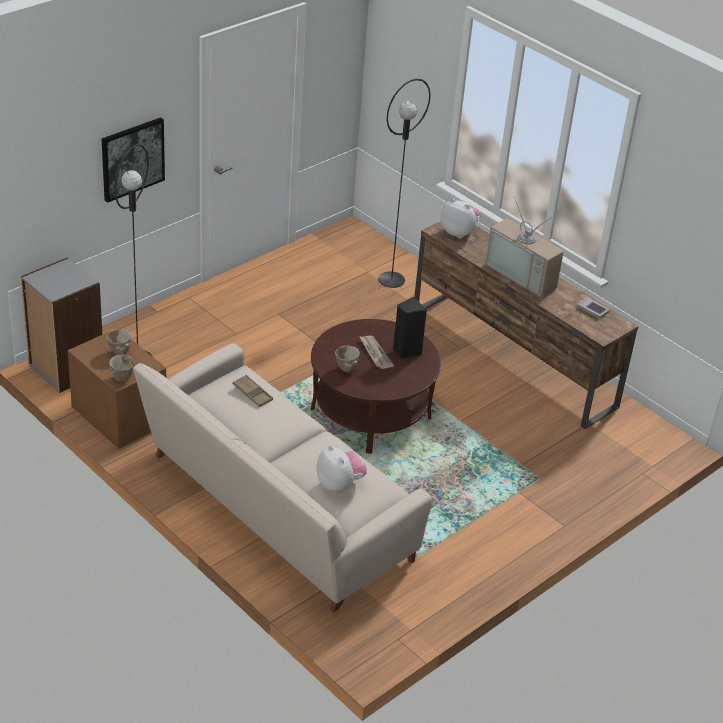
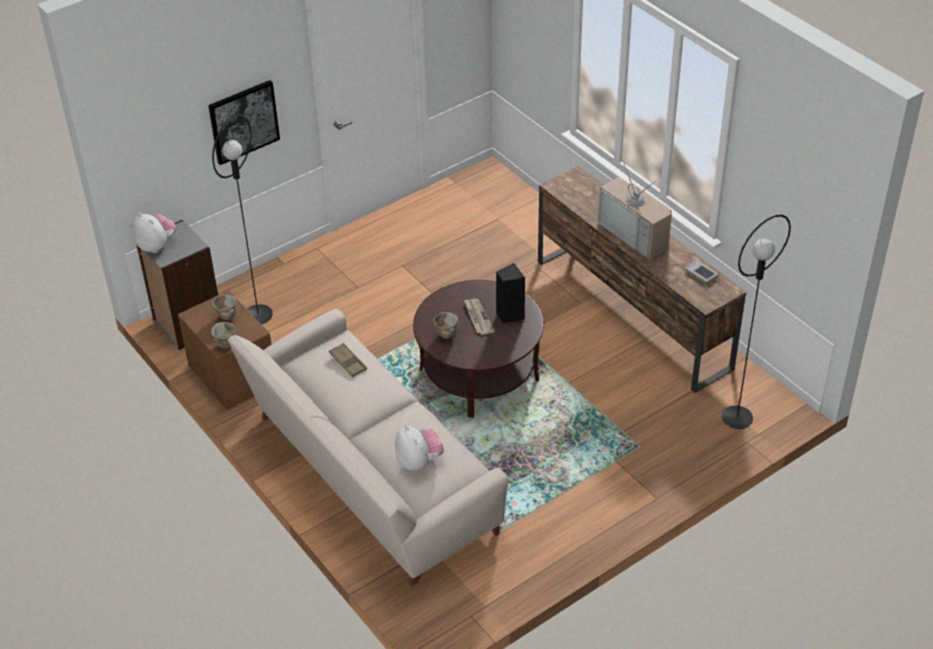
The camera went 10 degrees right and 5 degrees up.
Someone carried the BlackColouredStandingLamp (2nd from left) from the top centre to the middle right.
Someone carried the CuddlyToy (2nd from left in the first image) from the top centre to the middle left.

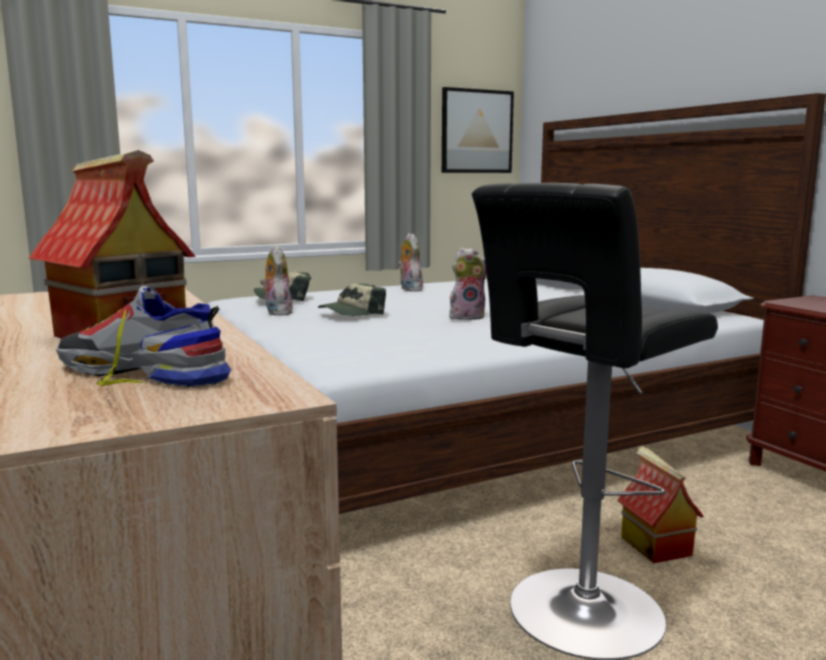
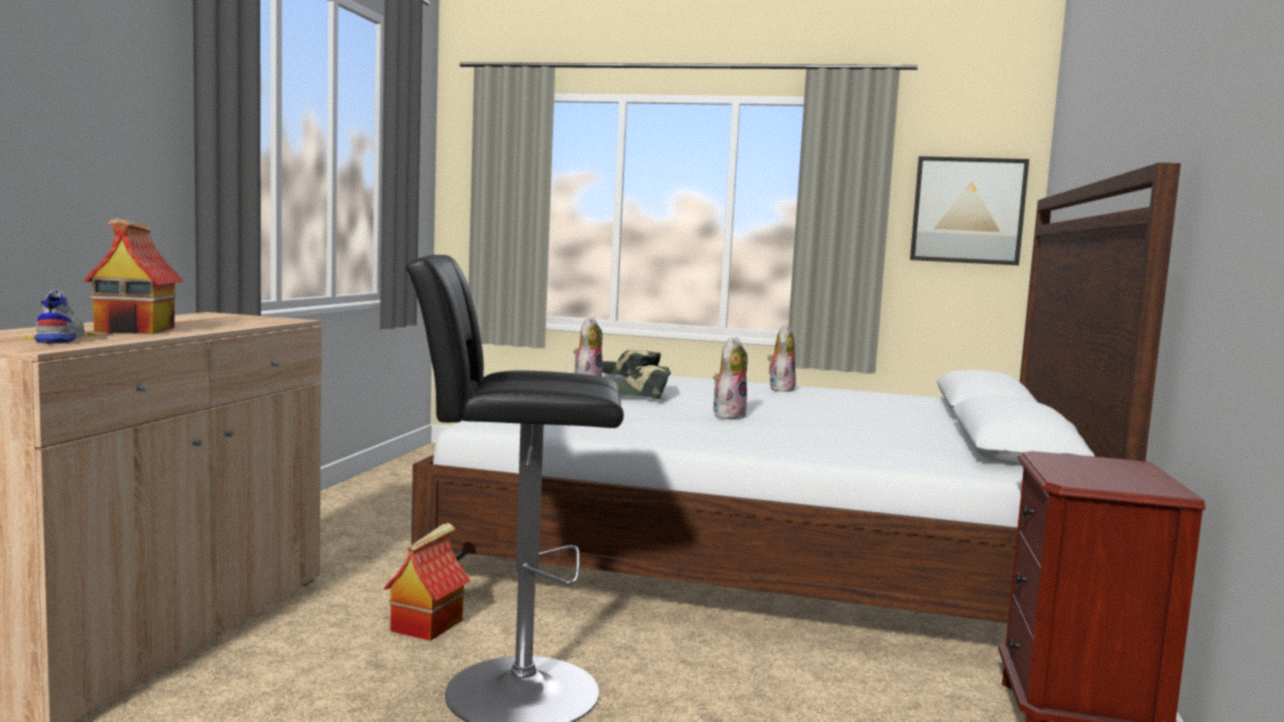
The camera went 40 degrees right and 5 degrees down.
Someone rotated the CuddlyToy (3rd from left in the first image) at the centre by 90 degrees counterclockwise.
Someone carried the MiniatureHouse (2nd from left) from the bottom right to the bottom left.

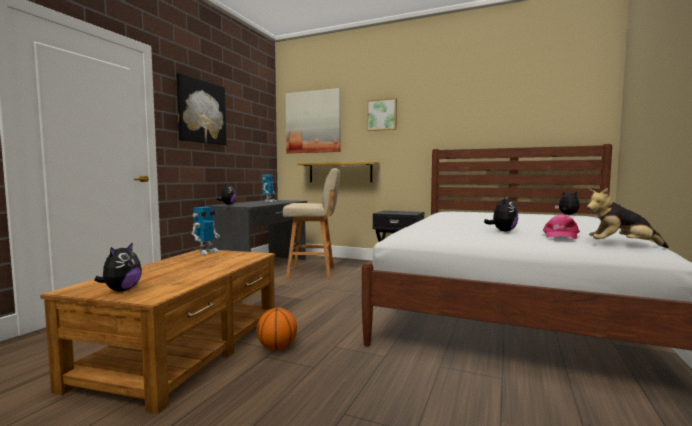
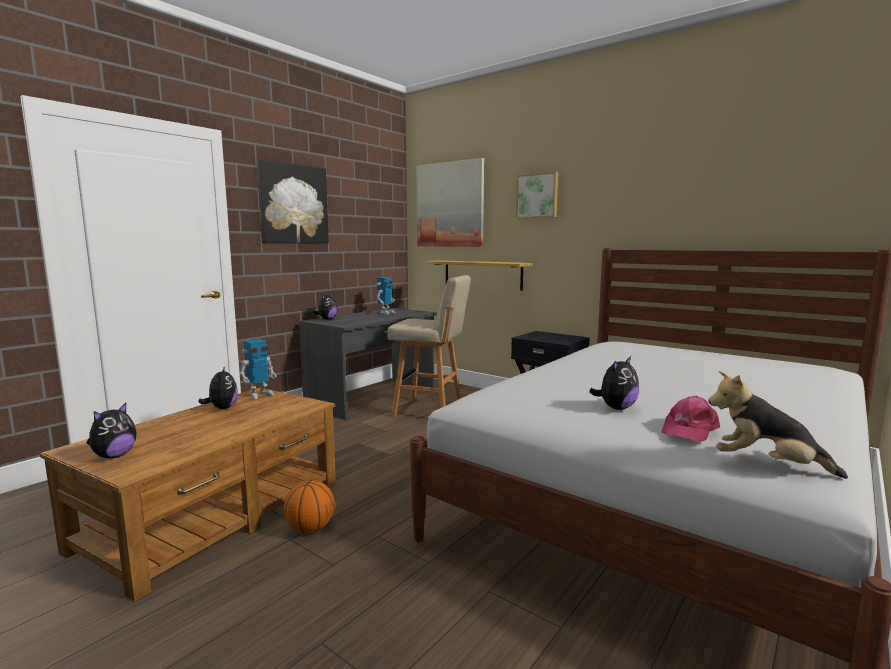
The camera went 15 degrees right and 5 degrees up.
Someone carried the CuddlyToy (4th from left in the first image) from the middle right to the middle left.

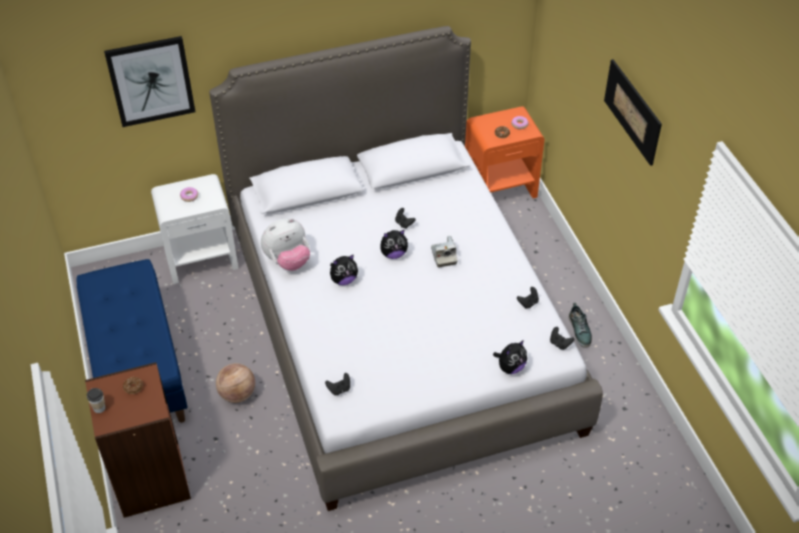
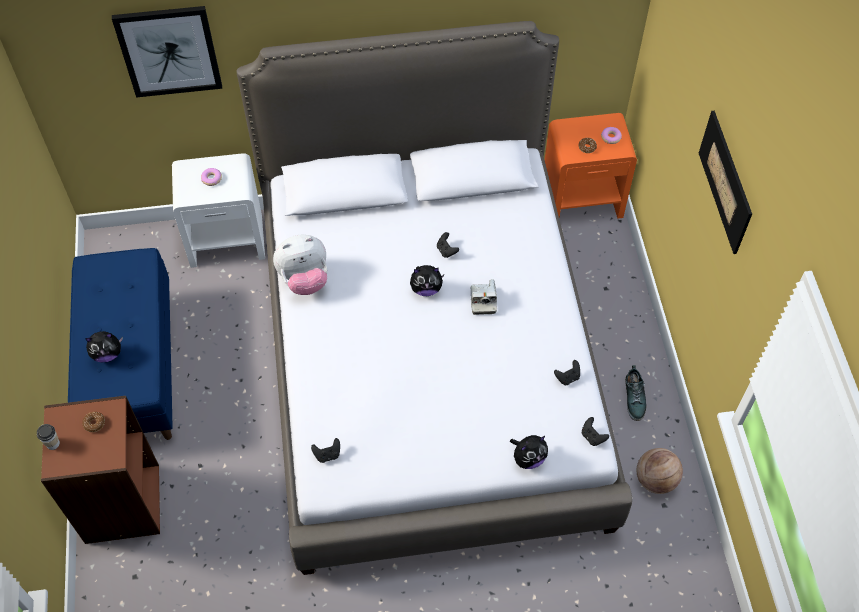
The camera went 10 degrees right and 10 degrees up.
Someone carried the BasketballBall from the bottom left to the bottom right.
Someone carried the CuddlyToy (2nd from left in the first image) from the centre to the middle left.

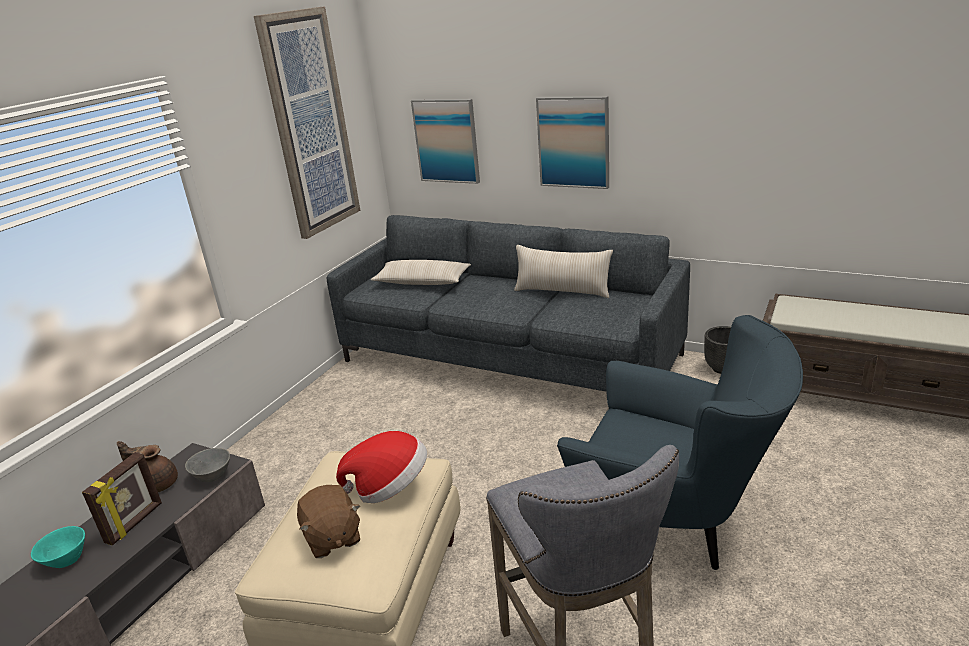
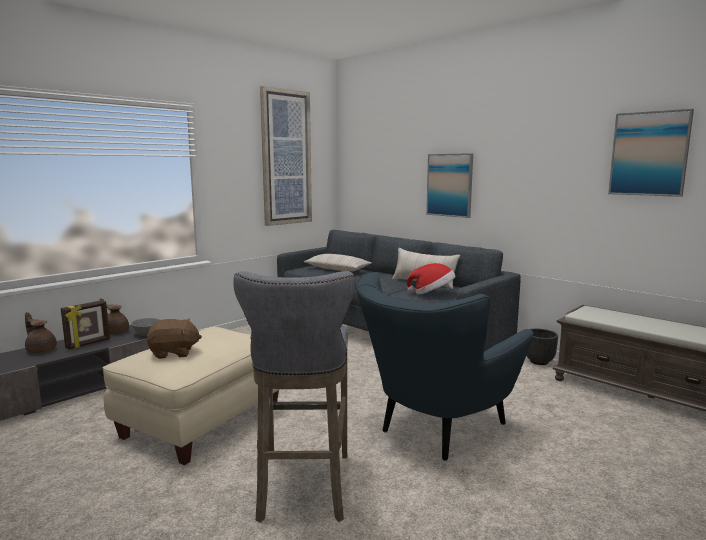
The camera went 15 degrees right and 15 degrees down.
Someone swapped the BlueGreenDeepDish at the bottom left for the BrownishTeapot (1st from left) at the middle left.
Someone rotated the BrownishCuddlyToy at the bottom centre by 90 degrees counterclockwise.
Someone carried the WearableHat from the bottom centre to the centre.
Someone carried the WallArt (2nd from left in the first image) from the top centre to the top right.
Someone rotated the BluishArmchair at the bottom right by 90 degrees clockwise.

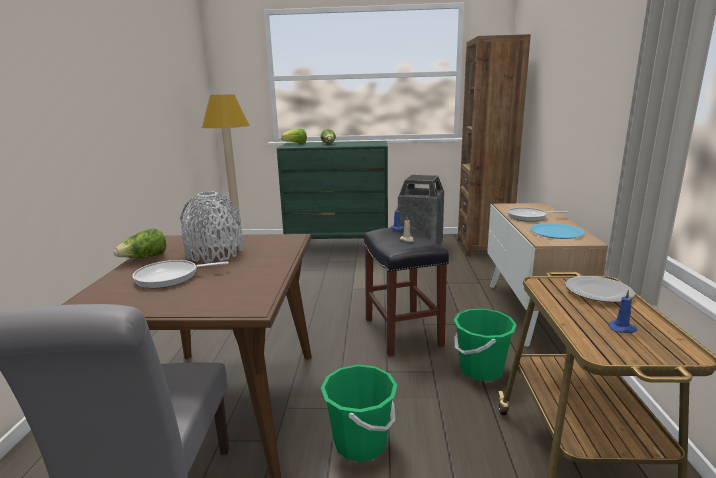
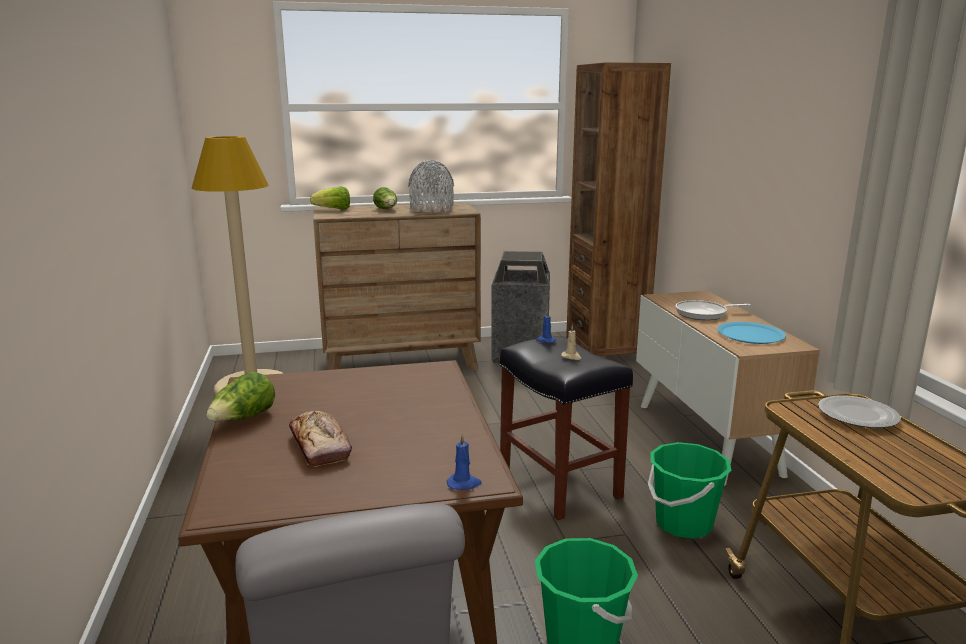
The camera went 15 degrees left and 0 degrees up.
Someone swapped the Skillet (1st from left) at the middle left for the BakedBread at the bottom left.
Someone carried the GrayFlowerVase from the middle left to the top centre.
Someone repainted the GreenColouredDrawerChest at the centre, which became the BrownishDrawerChest at the centre.
Someone carried the BluishCandle (2nd from left in the first image) from the middle right to the bottom centre.

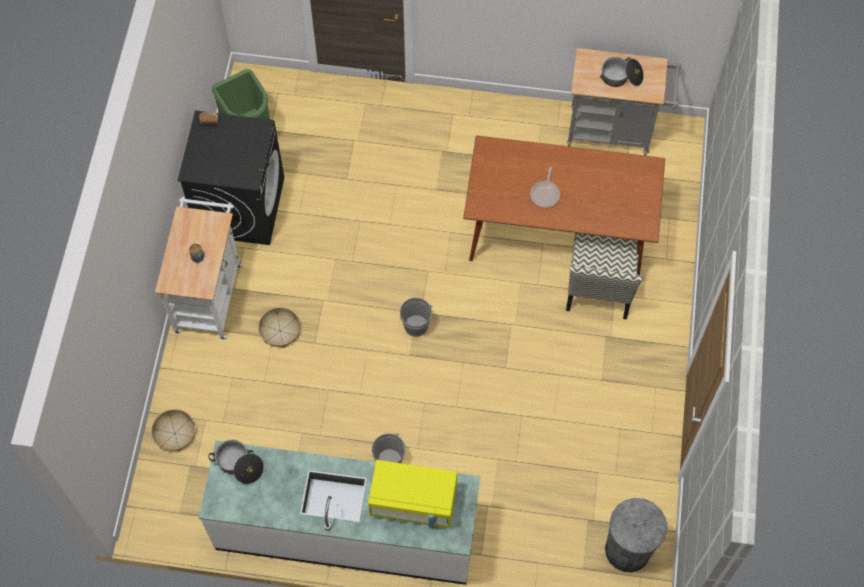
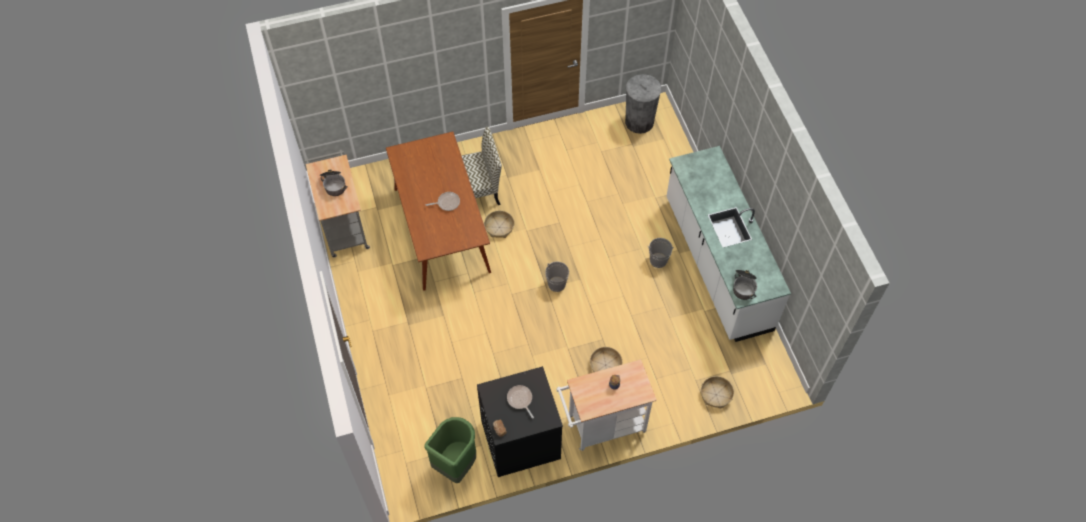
The camera went 115 degrees left and 5 degrees down.
Someone took away the YellowKitchenMicrowave at the bottom centre.
Someone put down the HouseholdBasket (1st from left) at the centre.
Someone put down the Skillet (2nd from left) at the bottom centre.

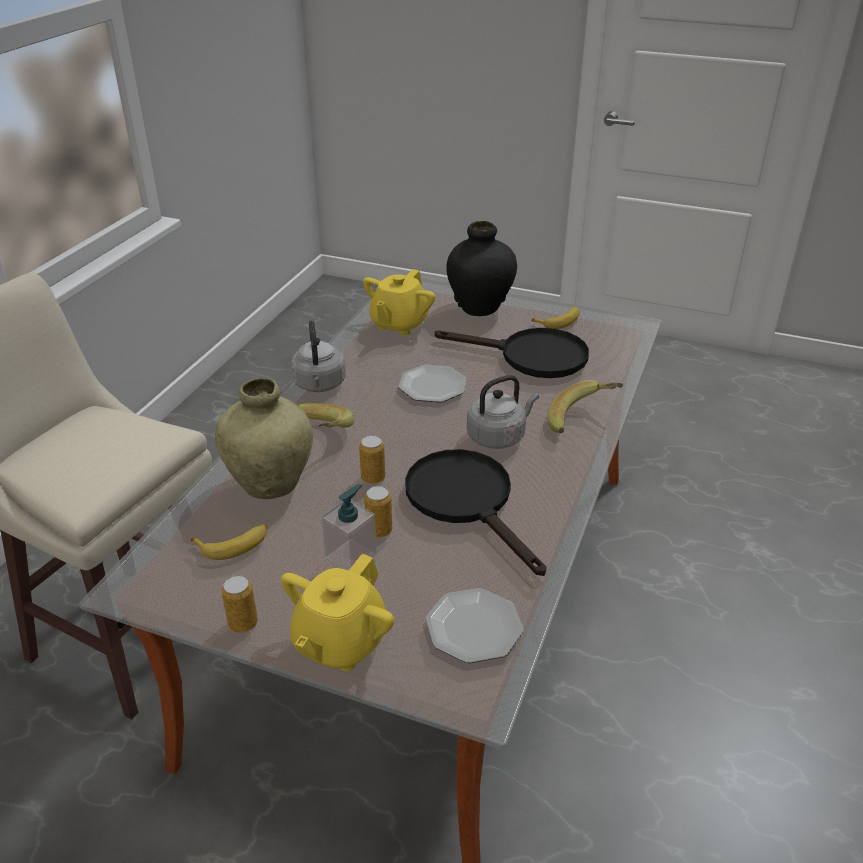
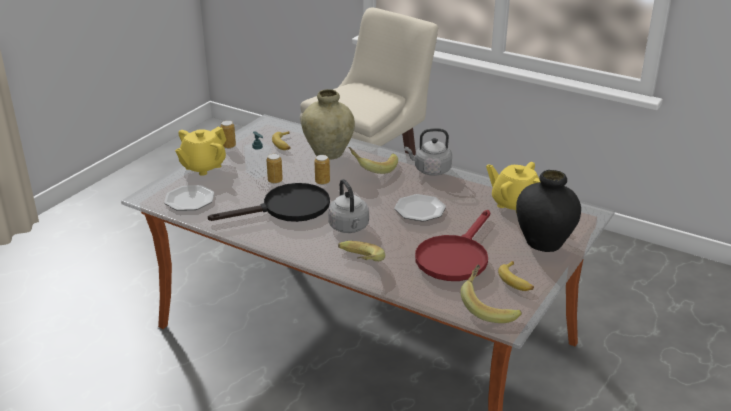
The camera went 100 degrees right and 5 degrees down.
Someone rotated the YellowTeapot (1st from left) at the bottom centre by 90 degrees counterclockwise.
Someone repainted the BlackColouredSkillet (2nd from left) at the centre, which became the ReddishSkillet at the centre.
Someone put down the Banana (4th from left) at the bottom right.

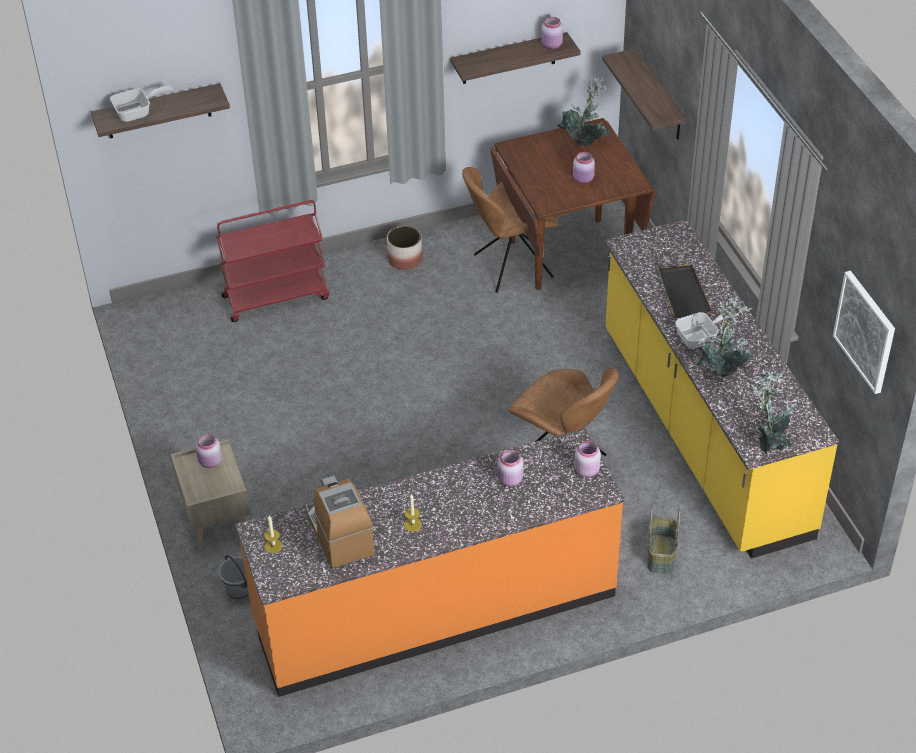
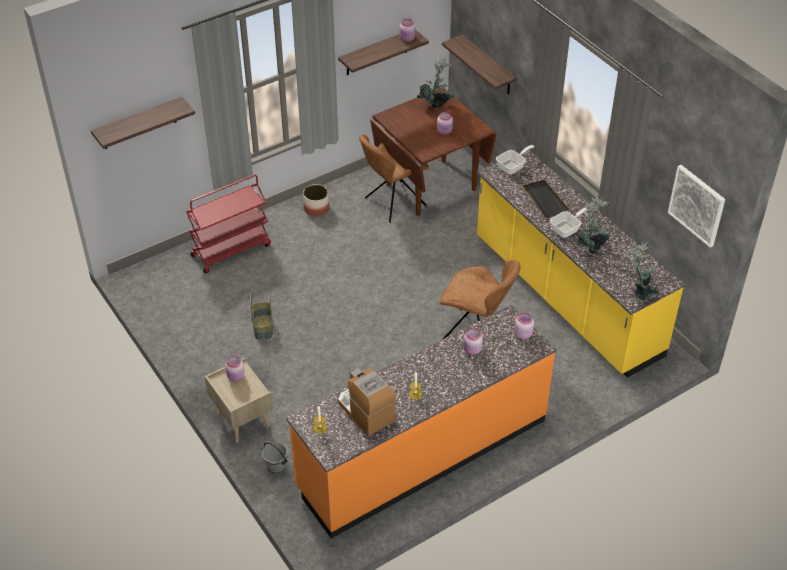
The camera went 15 degrees left and 0 degrees up.
Someone carried the Skillet (1st from left) from the top left to the top centre.
Someone carried the HouseholdBasket from the bottom right to the middle left.

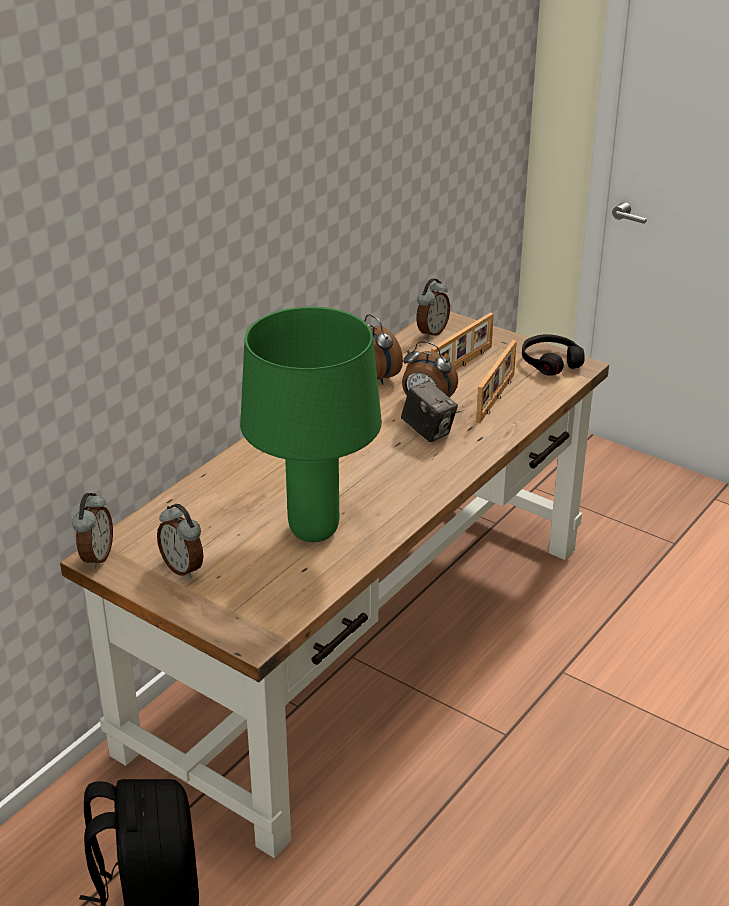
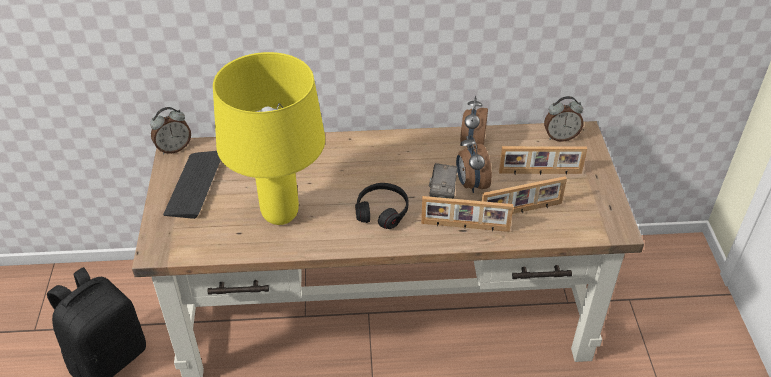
The camera went 50 degrees right and 10 degrees up.
Someone swapped the TableClock (2nd from left) at the middle left for the ComputerKeyboard at the middle left.
Someone repainted the GreenColouredTableLamp at the centre, which became the YellowTableLamp at the centre.
Someone carried the BlackColouredHeadset from the middle right to the centre.
Someone put down the StandingFrame (1st from left) at the centre.

